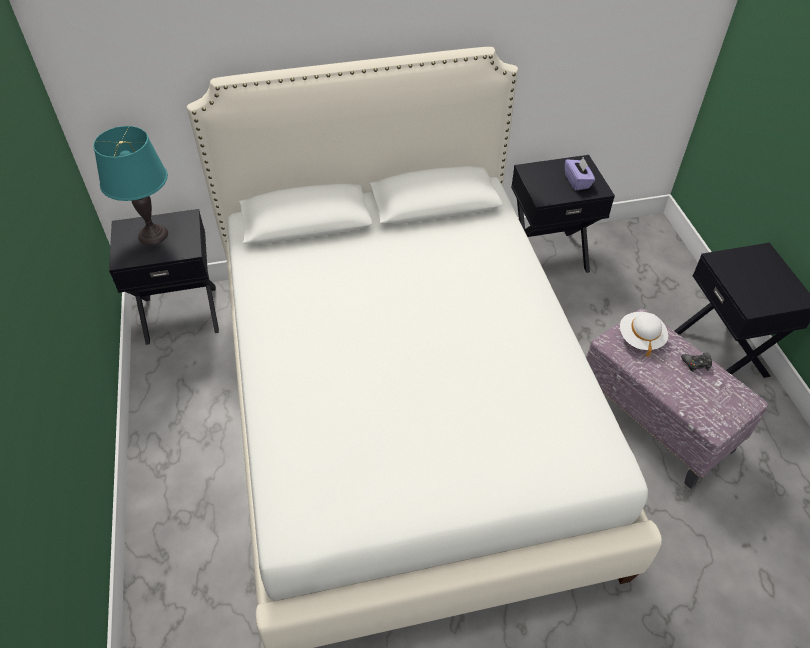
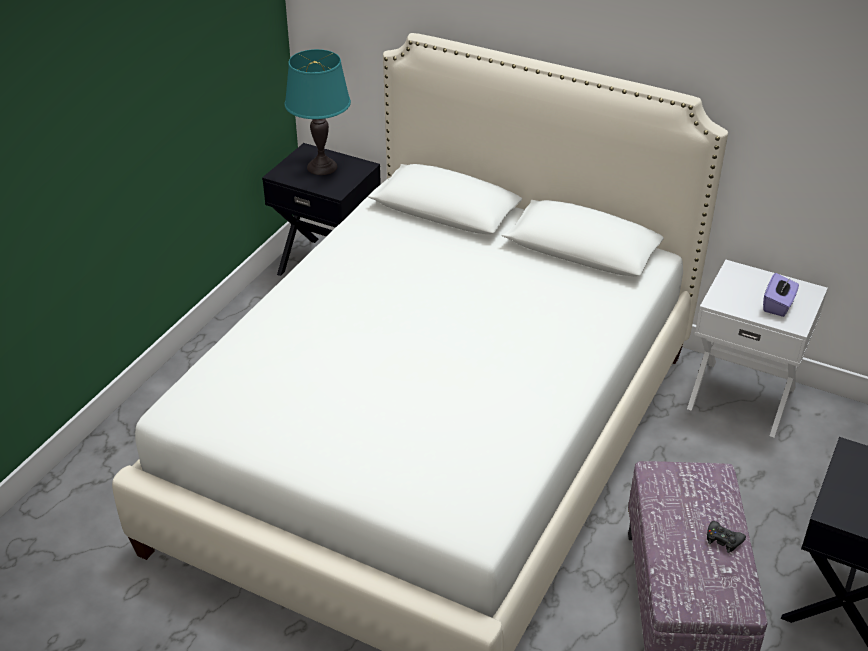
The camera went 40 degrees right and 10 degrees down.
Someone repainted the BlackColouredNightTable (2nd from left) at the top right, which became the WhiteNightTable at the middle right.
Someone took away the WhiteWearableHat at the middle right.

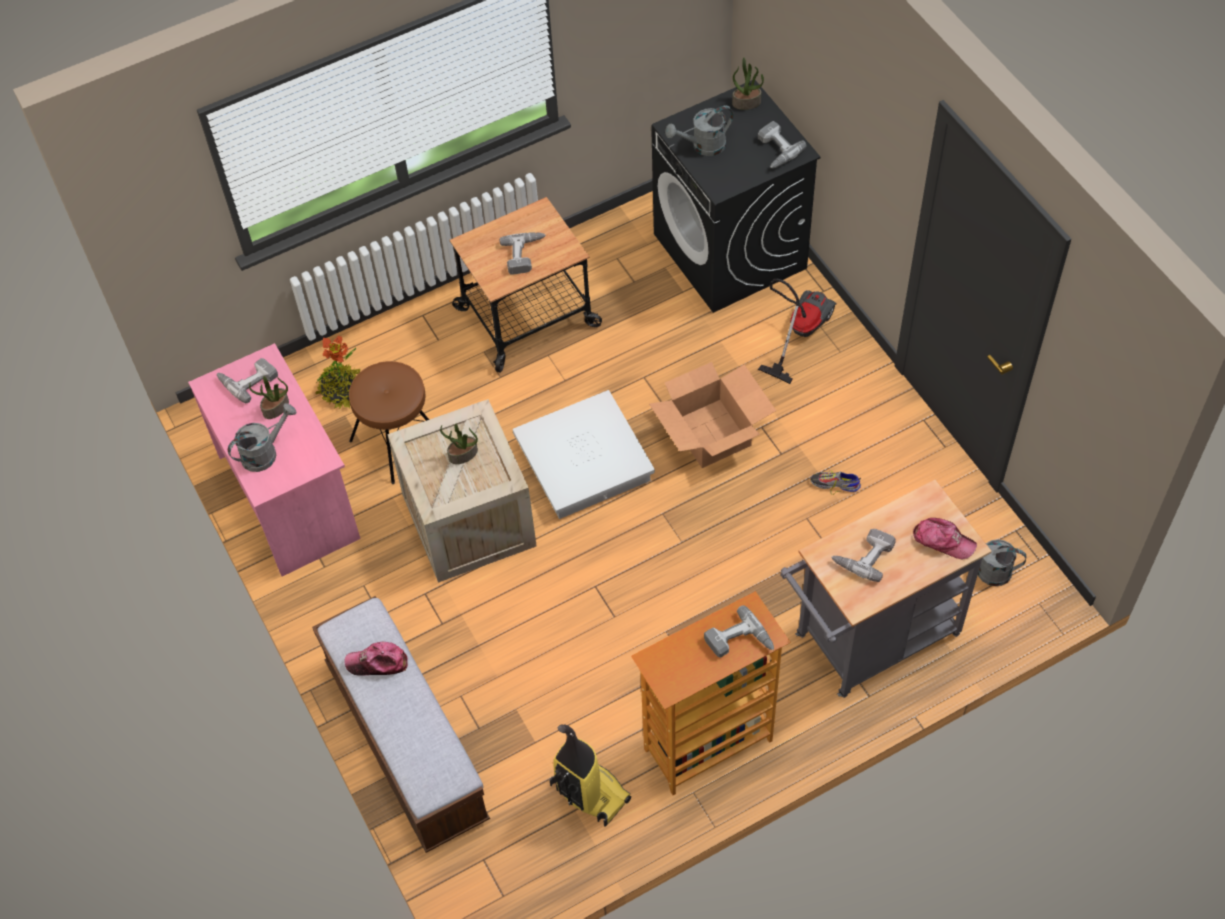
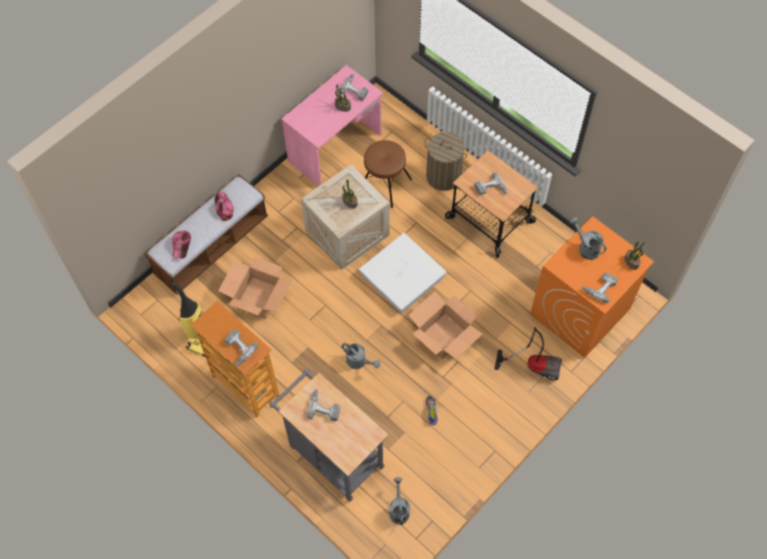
The camera went 70 degrees right and 5 degrees up.
Someone carried the GrayWateringPot (1st from left) from the middle left to the centre.
Someone took away the Houseplant (2nd from left) at the middle left.
Someone repainted the BlackColouredWashingMachine at the top centre, which became the OrangeColouredWashingMachine at the middle right.
Someone carried the BaseballCap (2nd from left in the first image) from the middle right to the middle left.
Someone put down the PackingBox (1st from left) at the middle left.
Someone put down the WashingBasket at the top centre.

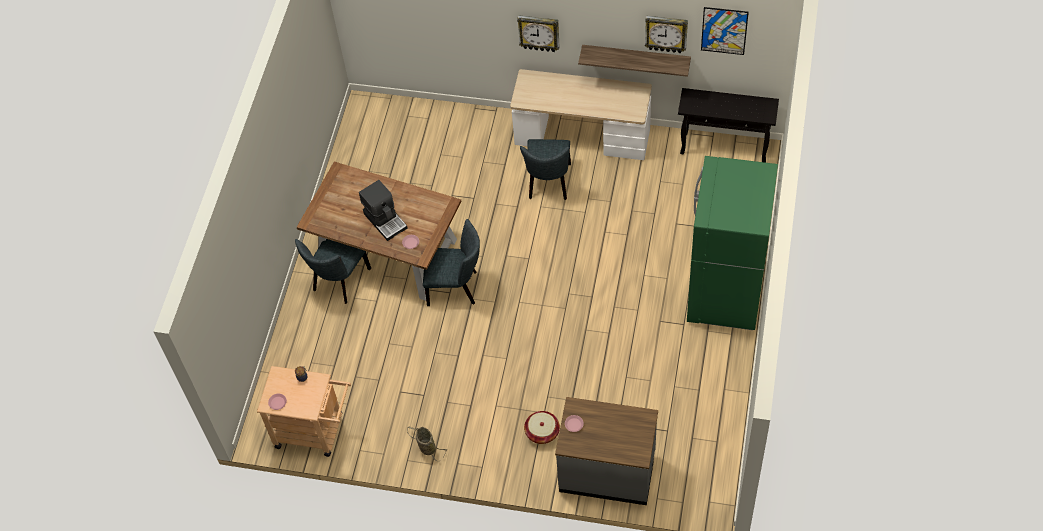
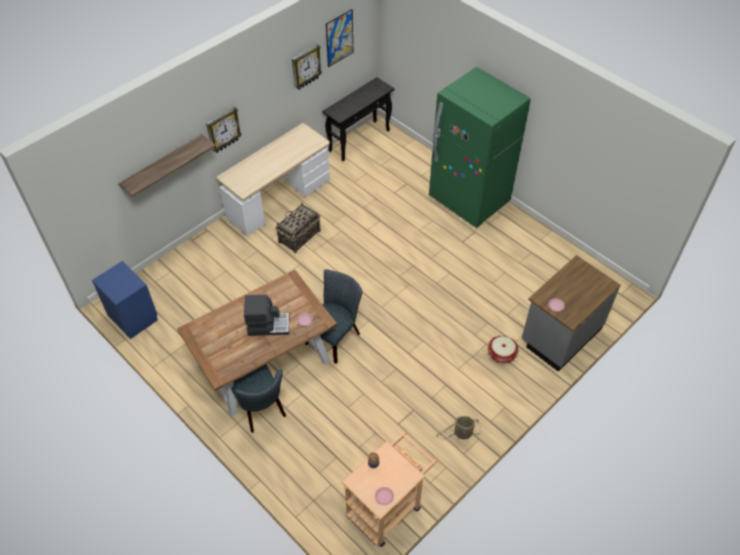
The camera went 60 degrees left and 5 degrees down.
Someone swapped the GrayChair (3rd from left) at the top centre for the HouseholdBasket (1st from left) at the centre.
Someone carried the WallShelf from the top centre to the top left.
Someone put down the BluishNightTable at the middle left.

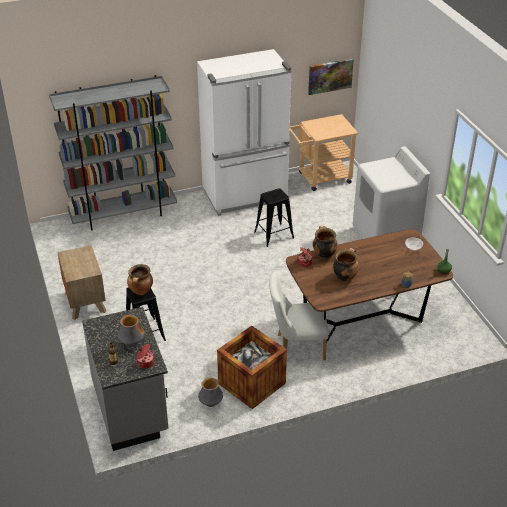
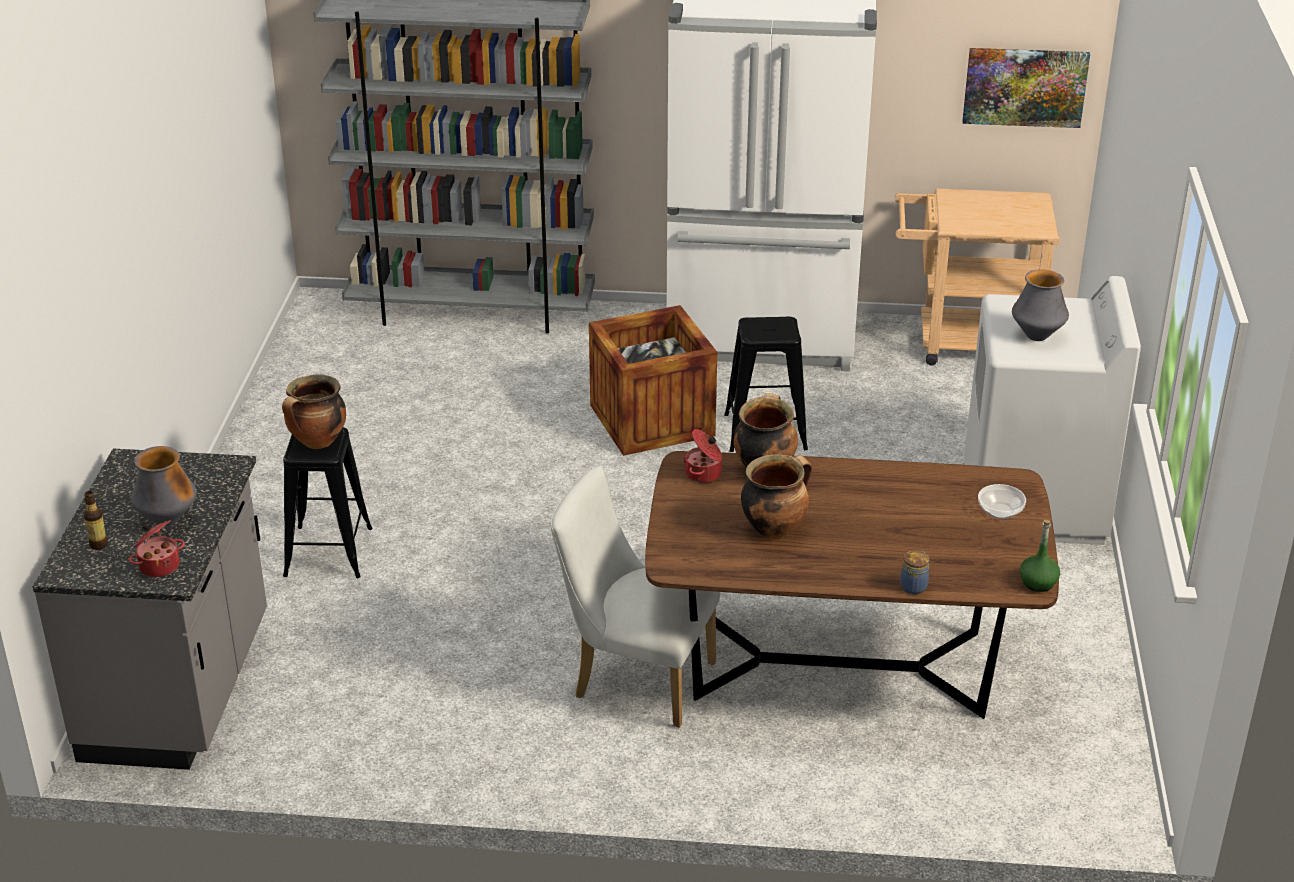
The camera went 25 degrees right and 5 degrees down.
Someone took away the BrownishNightTable at the middle left.
Someone carried the FlowerVase (2nd from left) from the bottom centre to the middle right.
Someone carried the PackingCrate from the bottom centre to the centre.

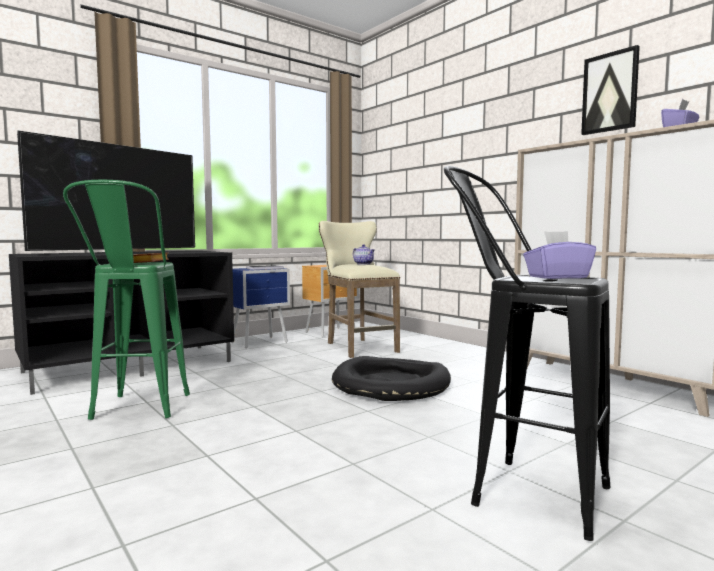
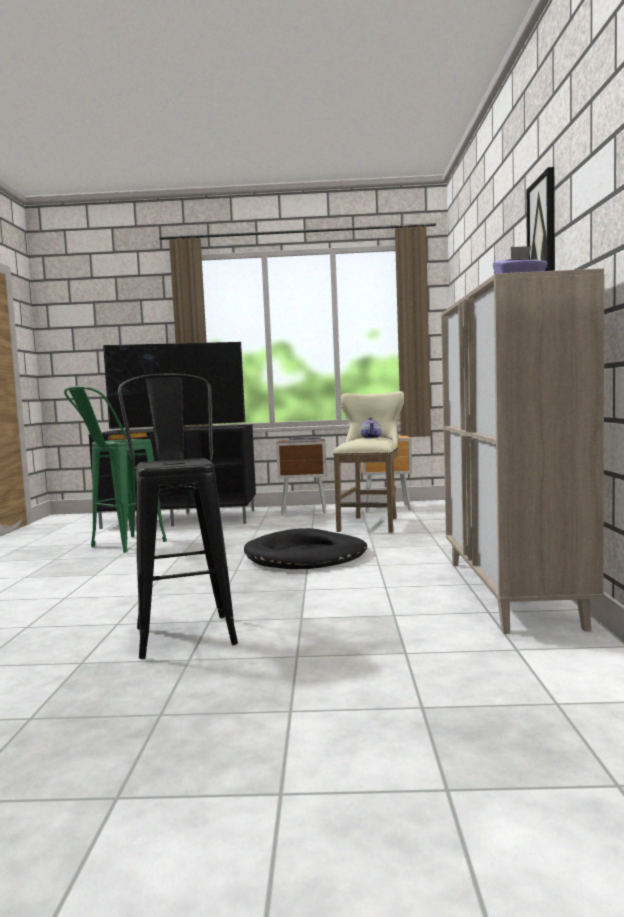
The camera went 40 degrees right and 0 degrees up.
Someone repainted the BluishNightTable at the centre, which became the BrownishNightTable (1st from left) at the centre.
Someone took away the PurplishTissueHolder (1st from left) at the middle right.

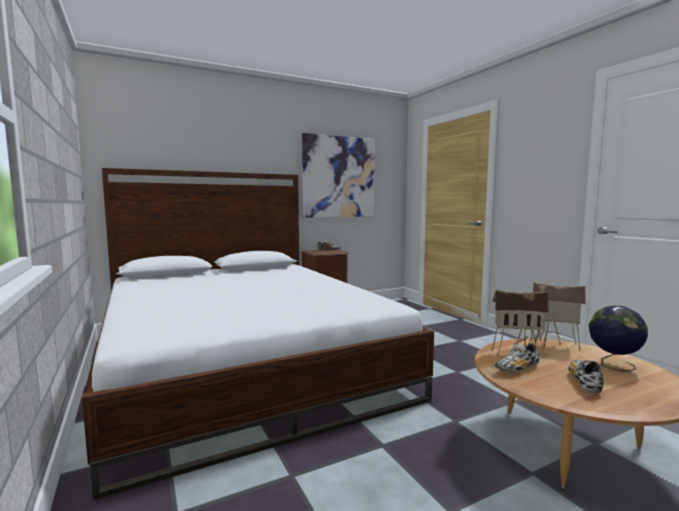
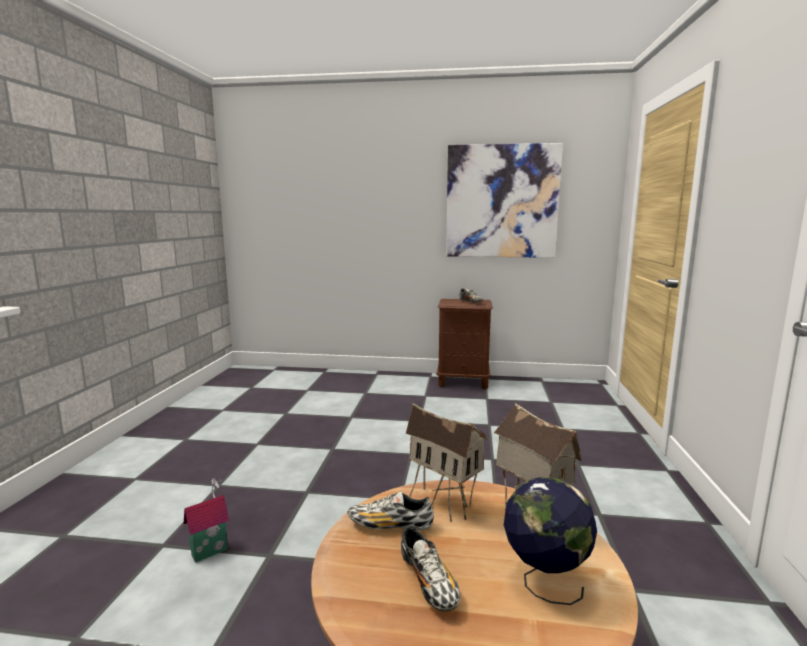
The camera went 35 degrees right and 5 degrees up.
Someone took away the BedroomBed at the centre.
Someone rotated the LowShoe (3rd from left in the first image) at the bottom right by 105 degrees clockwise.
Someone put down the MiniatureHouse (1st from left) at the bottom left.

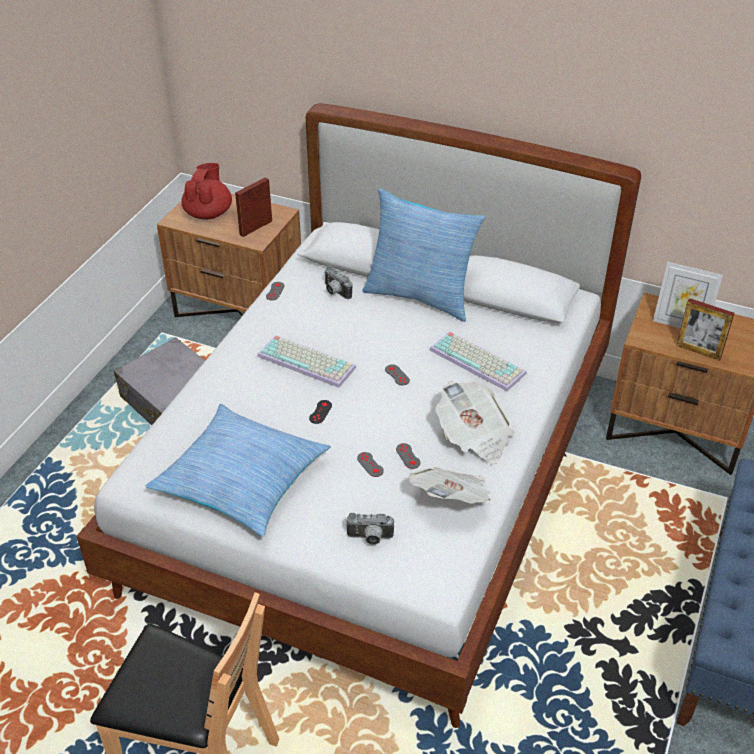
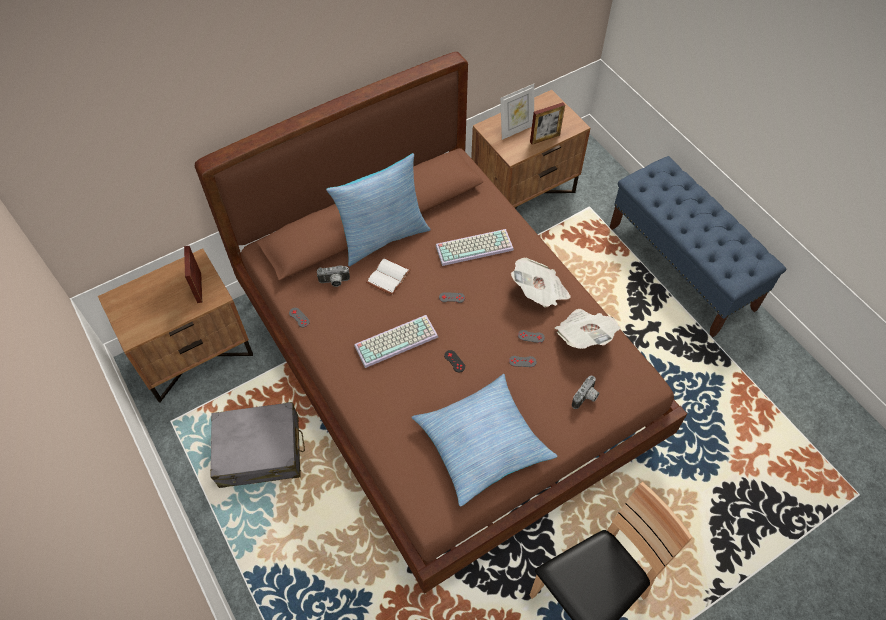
The camera went 55 degrees left and 15 degrees up.
Someone repainted the WhiteBedroomBed at the centre, which became the BrownishBedroomBed at the centre.
Someone took away the ReddishTeapot at the top left.
Someone put down the WhiteBook at the centre.

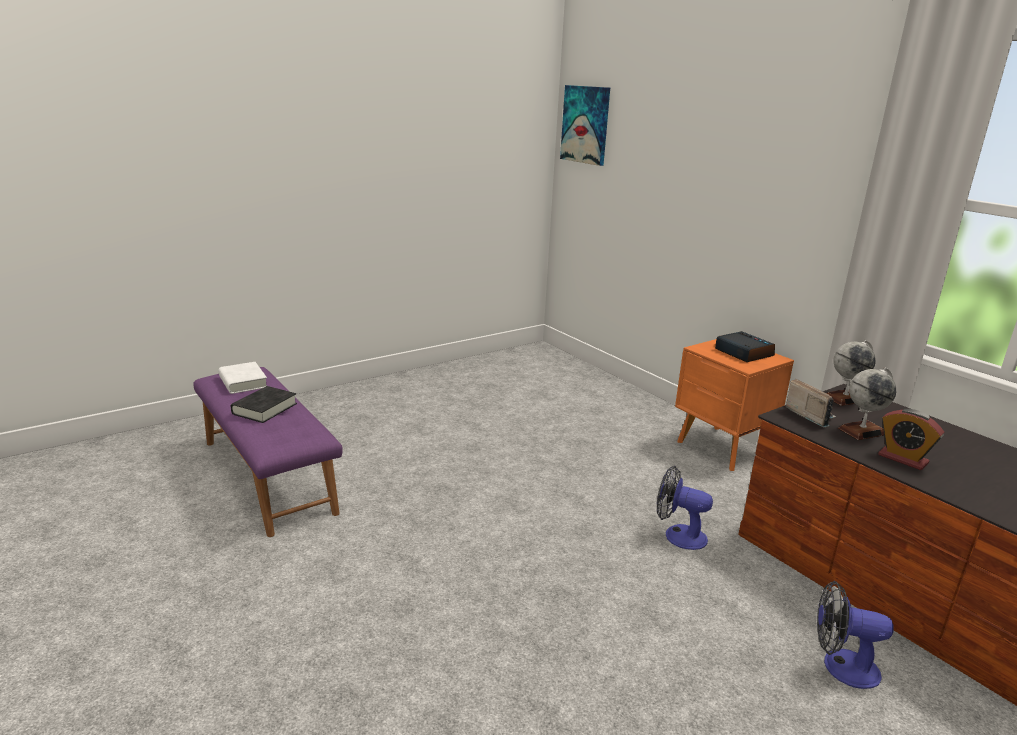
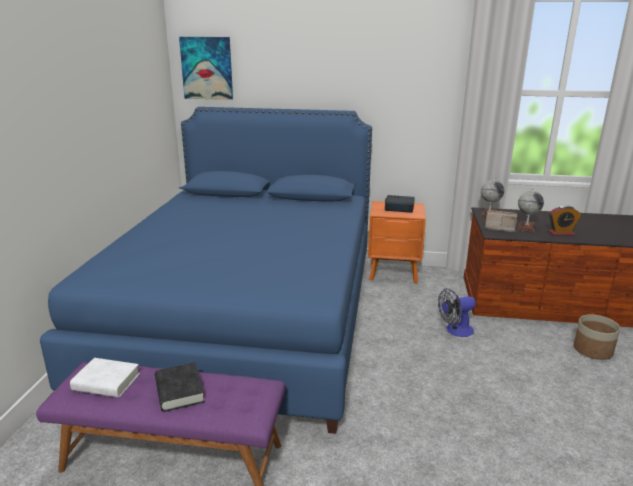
The camera went 45 degrees left and 0 degrees up.
Someone swapped the ElectricFan (2nd from left) at the bottom right for the PlantPot at the bottom right.
Someone put down the BluishBedroomBed at the middle left.

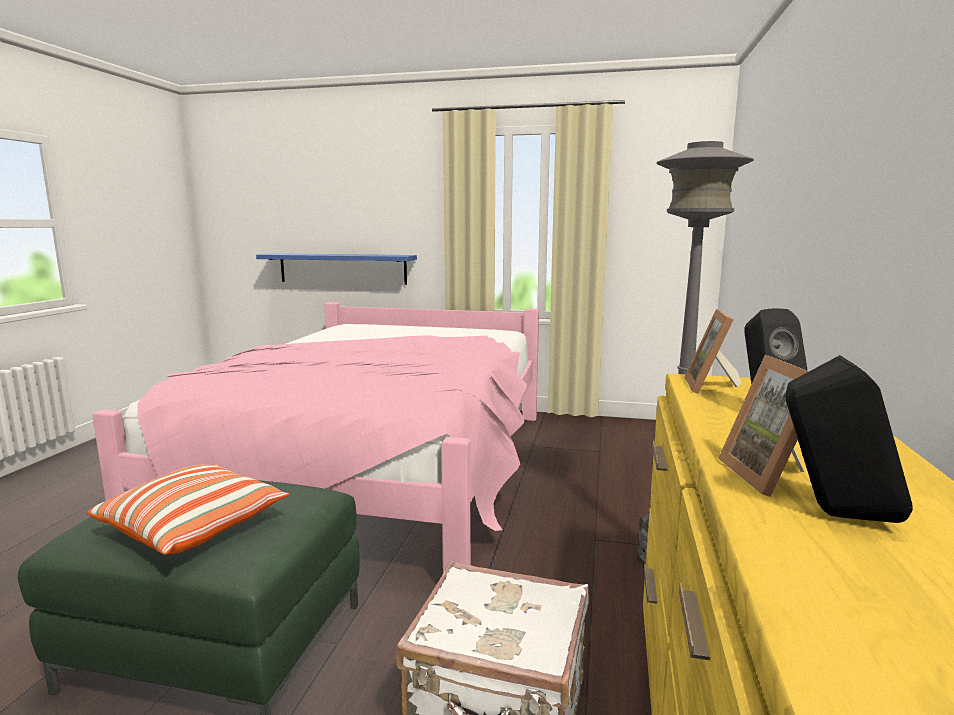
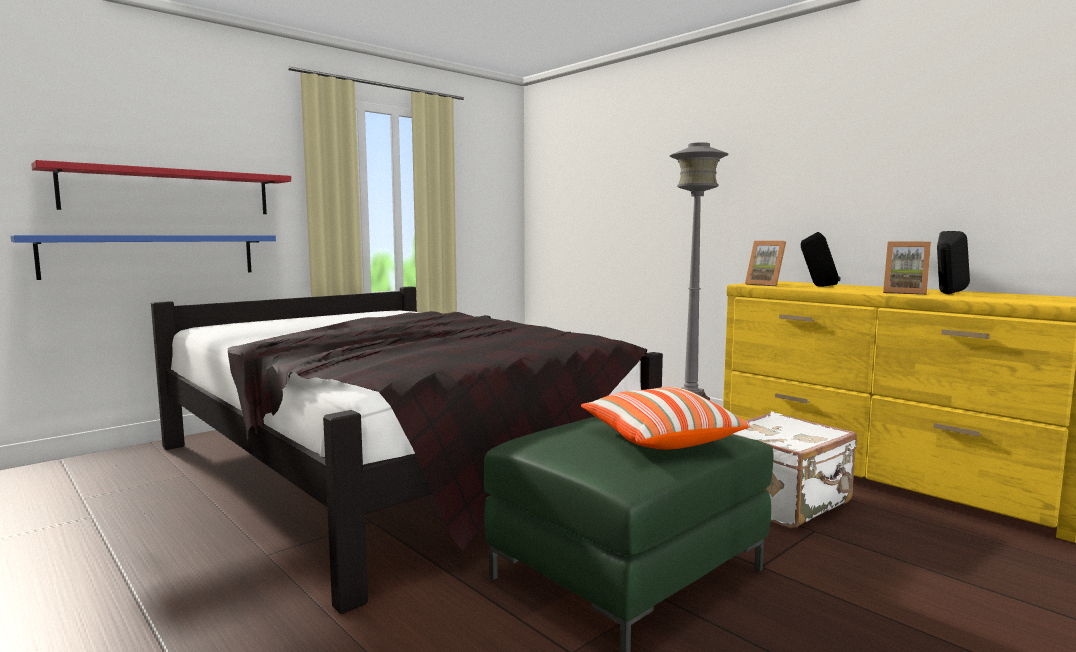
The camera went 55 degrees left and 5 degrees down.
Someone repainted the PinkishBedroomBed at the middle left, which became the BlackColouredBedroomBed at the bottom centre.
Someone put up the ReddishWallShelf at the top left.

